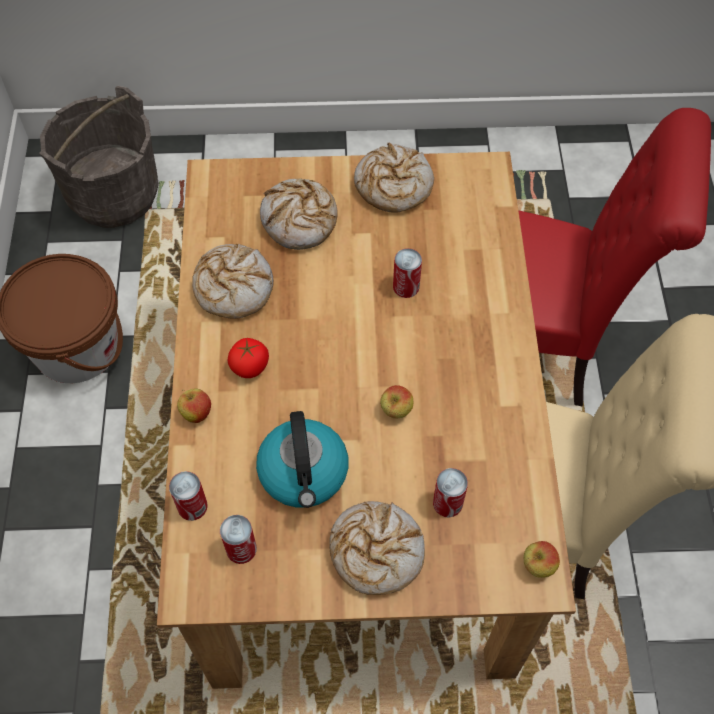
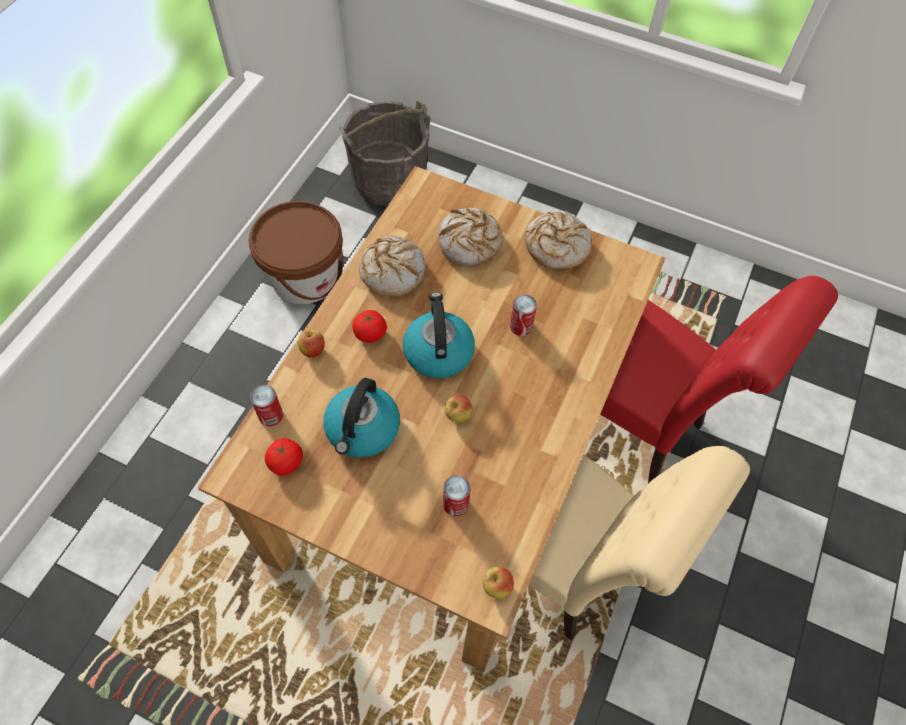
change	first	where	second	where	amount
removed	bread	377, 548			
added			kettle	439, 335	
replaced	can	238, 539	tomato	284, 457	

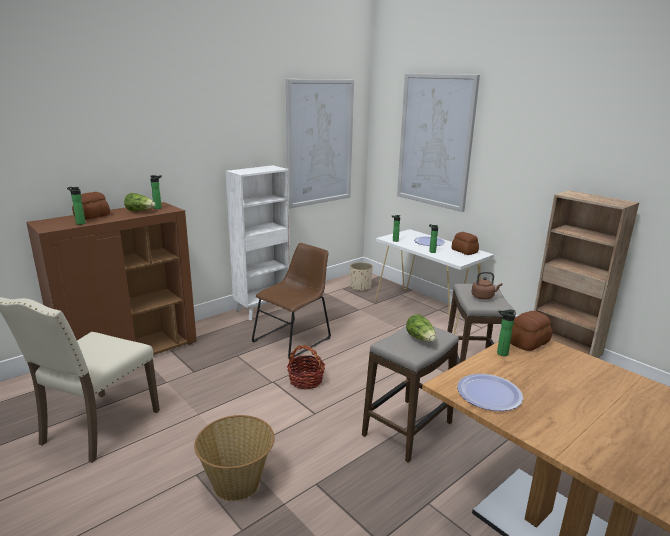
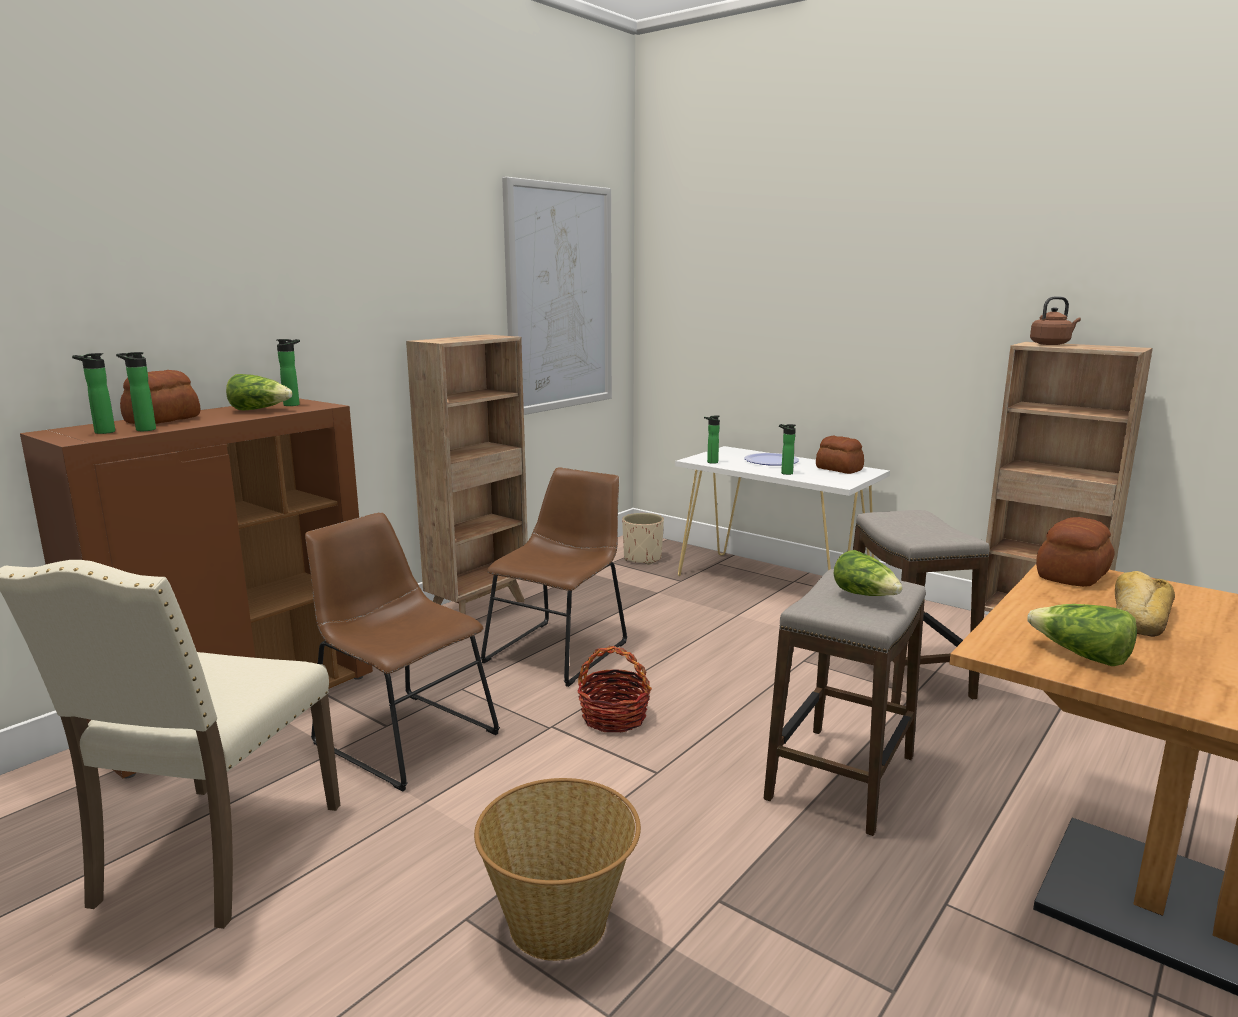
change	first	where	second	where	amount
removed	picture	438, 142			
added			chair (brown)	402, 652	
added			bread	1145, 604	
moved	kettle (brown)	486, 286		1055, 320	
moved	bottle	506, 332		93, 393	
replaced	plate	490, 392	lettuce	1082, 635	
recoloured	bookcase (white)	258, 242	bookcase (brown)	467, 474	

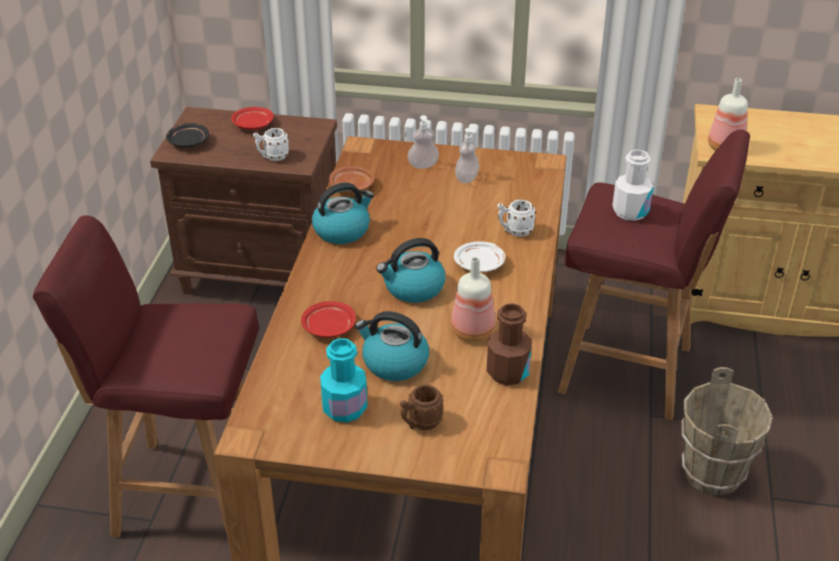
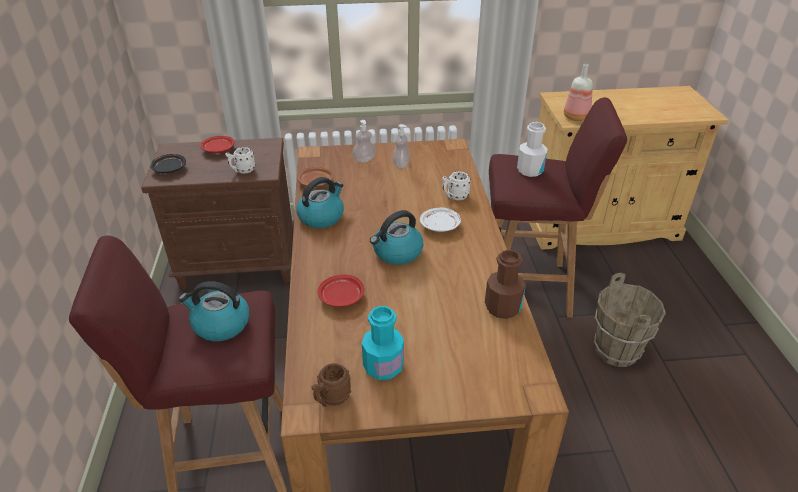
change	first	where	second	where	amount
removed	bottle	473, 299			
moved	kettle	392, 346		214, 311	
moved	mug (brown)	421, 407		331, 385	

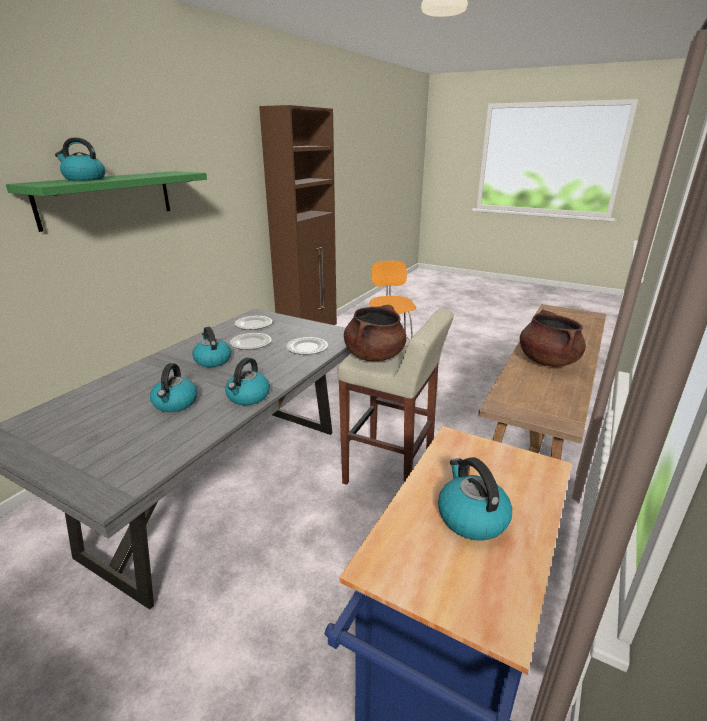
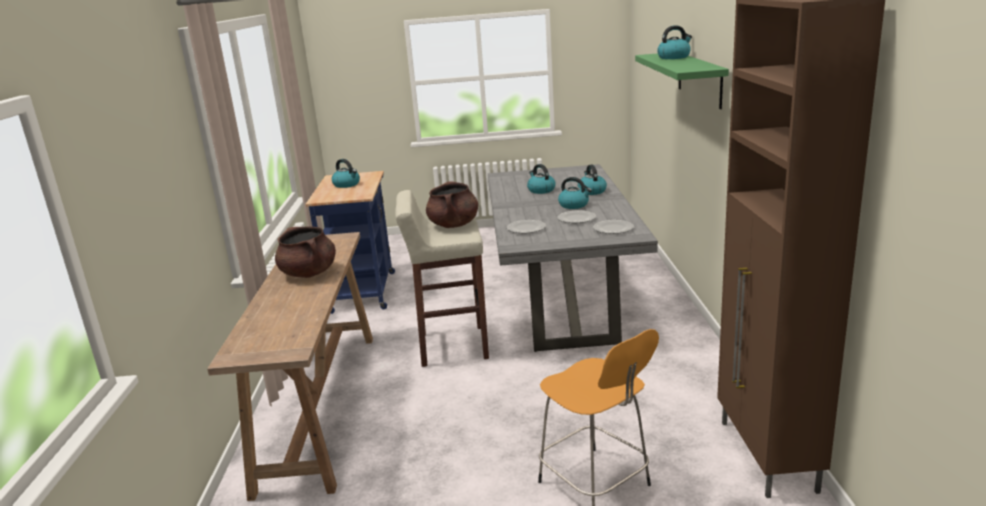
change	first	where	second	where	amount
moved	kettle	247, 381		592, 180	

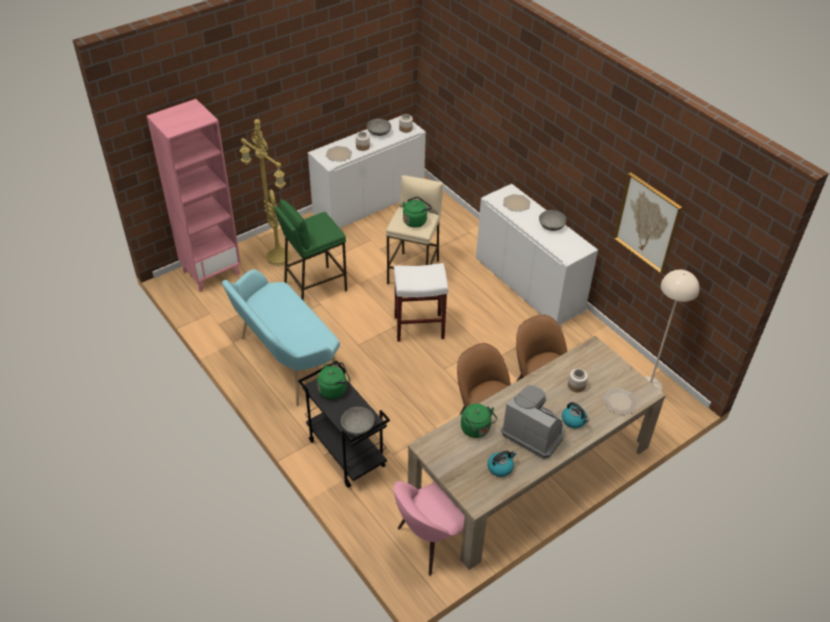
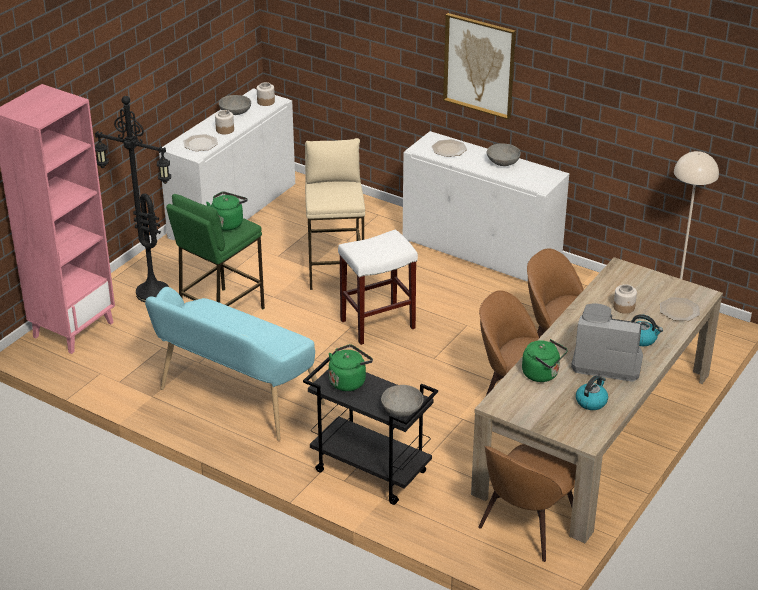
change	first	where	second	where	amount
moved	kettle (green)	417, 212		227, 211	
moved	picture	647, 223		479, 66	
recoloured	floor lamp (yellow)	265, 192	floor lamp (black)	133, 199	
recoloured	chair (pink)	429, 528	chair (brown)	527, 503	

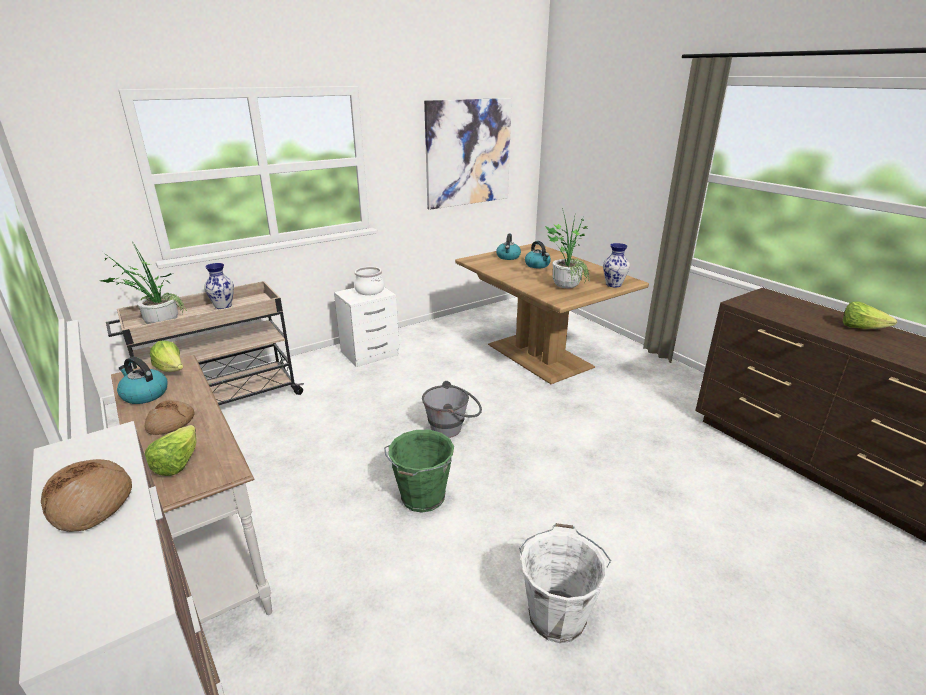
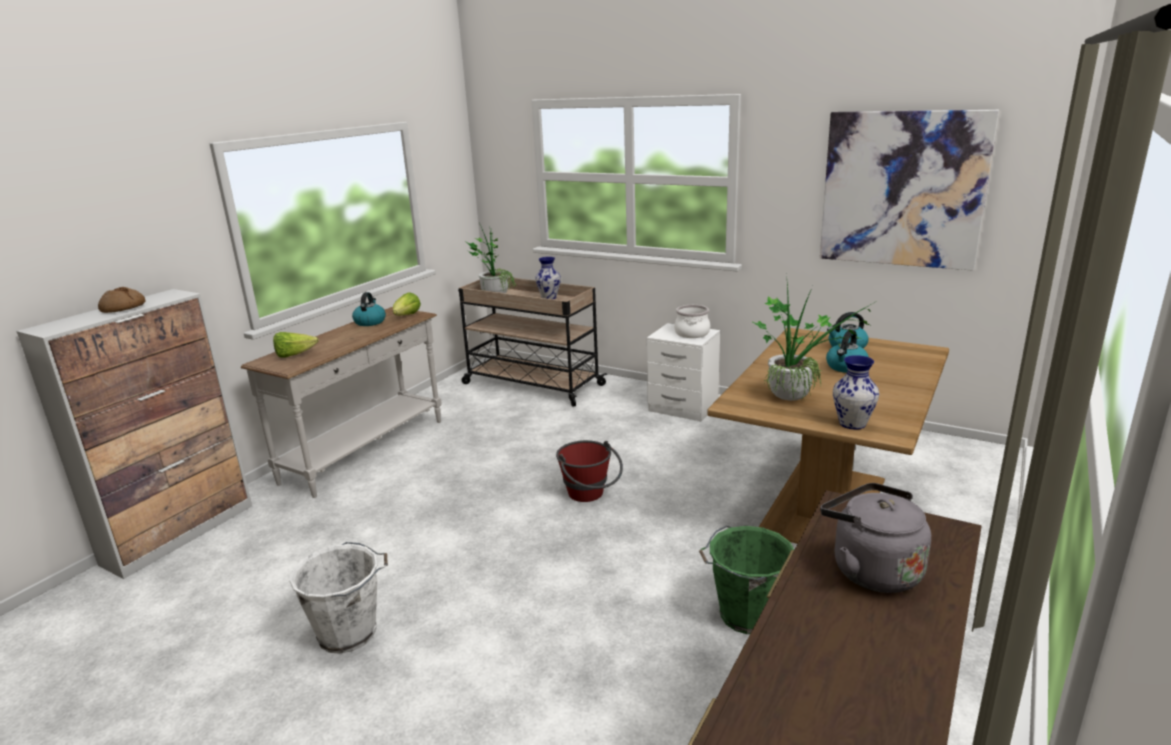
change	first	where	second	where	amount
removed	bread	170, 417			
removed	lettuce	870, 315			
added			kettle (grey)	875, 538	
moved	bucket (green)	419, 471		746, 580	
recoloured	bucket (grey)	452, 409	bucket (red)	589, 471	

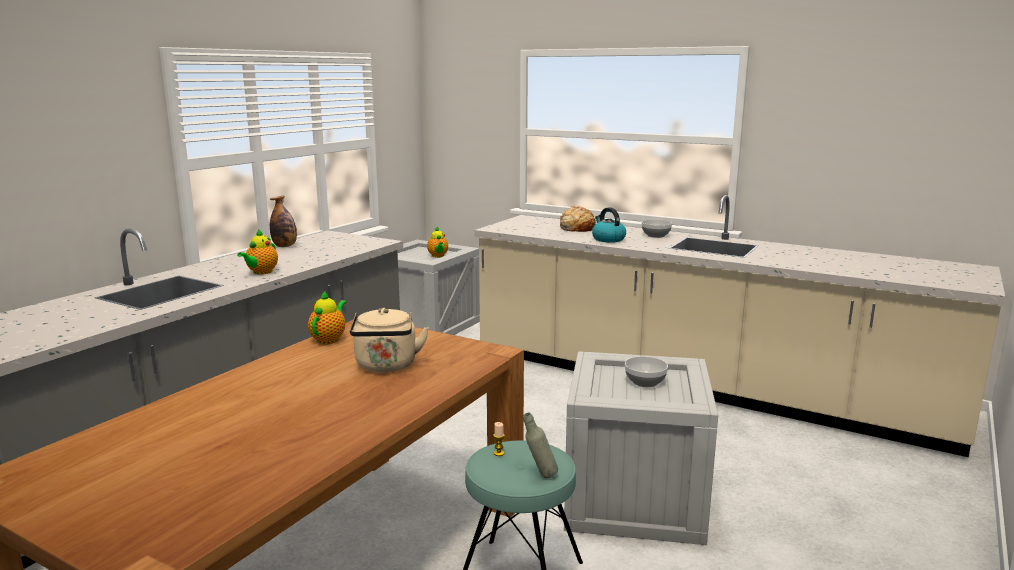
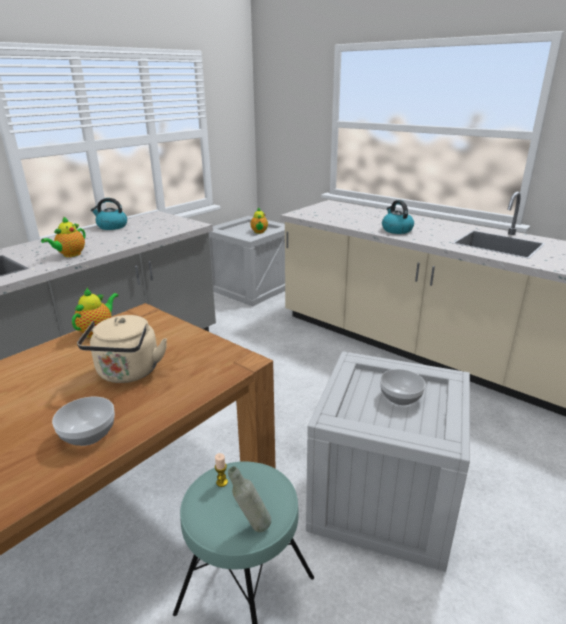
change	first	where	second	where	amount
removed	bread	578, 219			
moved	bowl	657, 228		83, 421	
replaced	bottle	283, 221	kettle	109, 214	

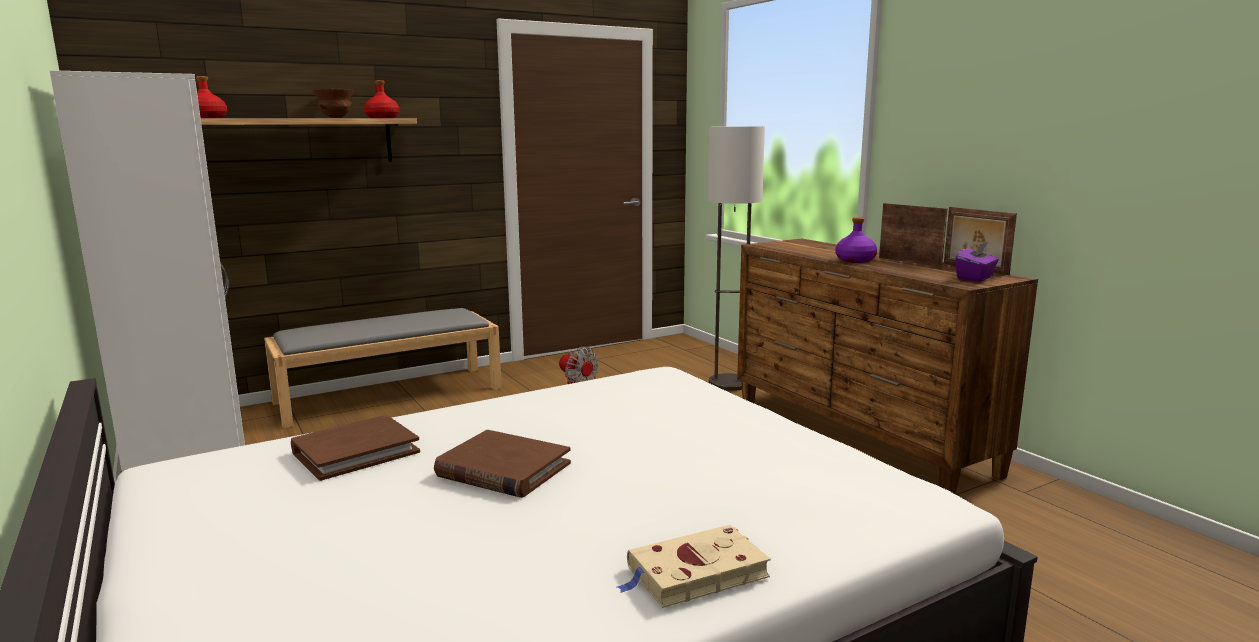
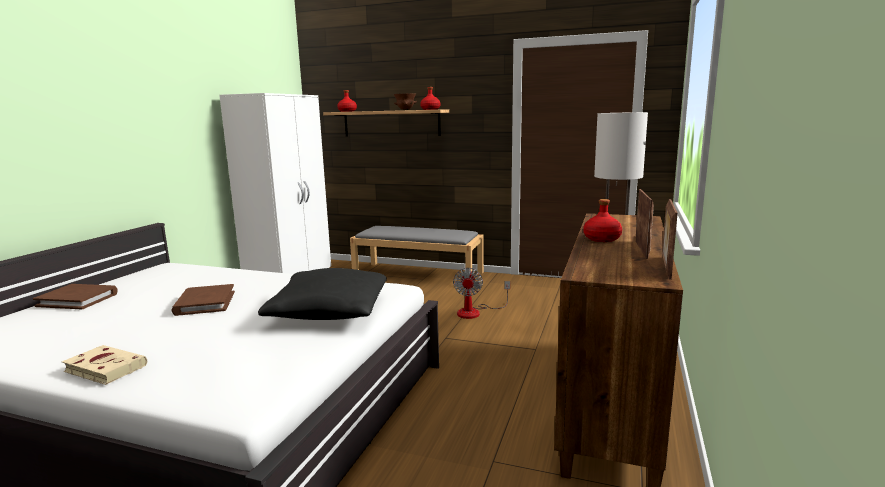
change	first	where	second	where	amount
removed	tissue box (purple)	977, 262			
added			pillow (black)	322, 294	
moved	book (brown)	355, 448		75, 296	
recoloured	bottle (purple)	856, 240	bottle (red)	602, 220	

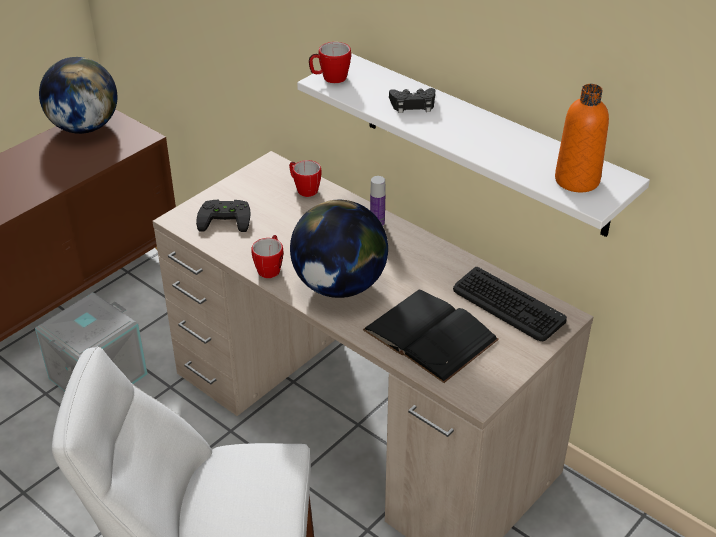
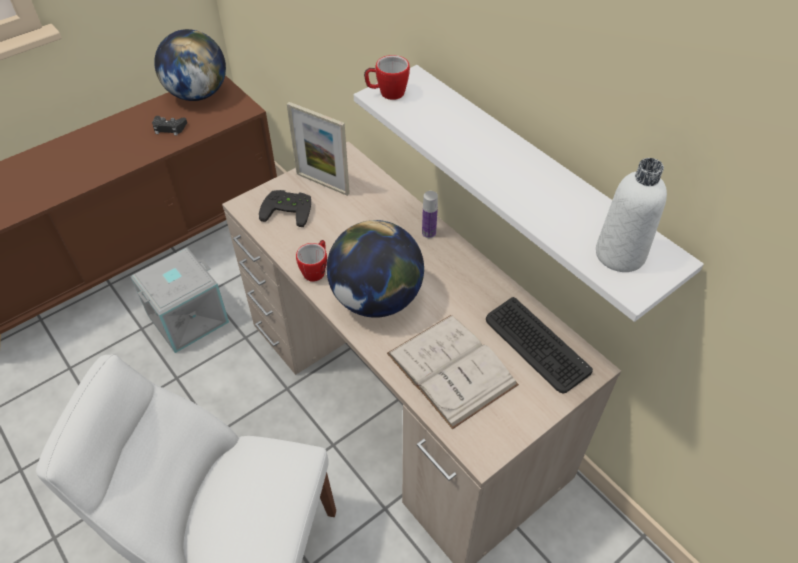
change	first	where	second	where	amount
removed	mug	305, 178			
added			picture frame	318, 149	
moved	game controller (black)	412, 100		169, 125	
recoloured	book (black)	431, 336	book (white)	453, 372	
recoloured	bottle (orange)	582, 138	bottle (white)	631, 215	

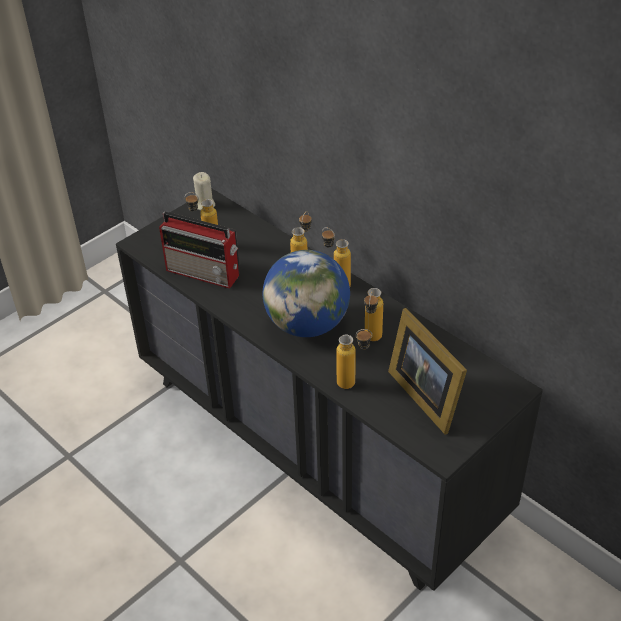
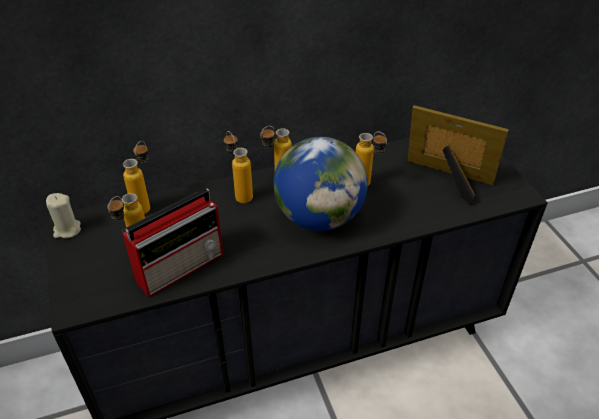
change	first	where	second	where	amount
moved	bottle	354, 359		136, 177	
turned	picture frame	427, 371		458, 155	150 degrees counterclockwise

